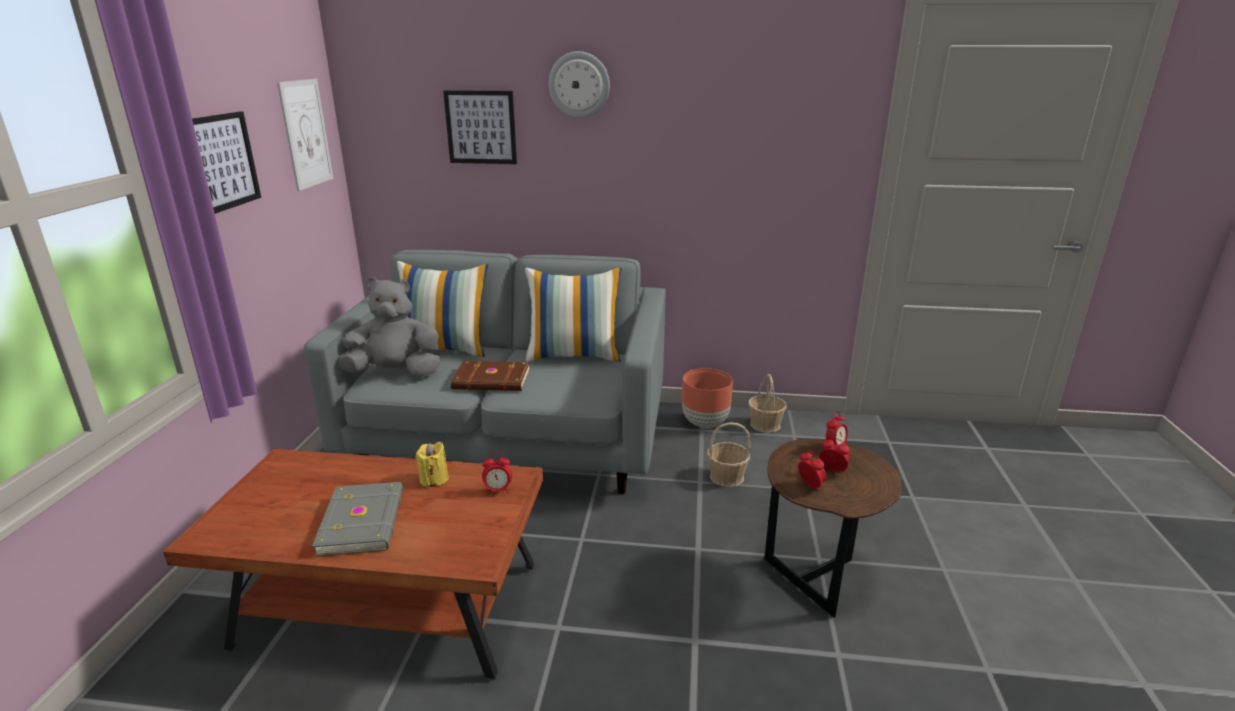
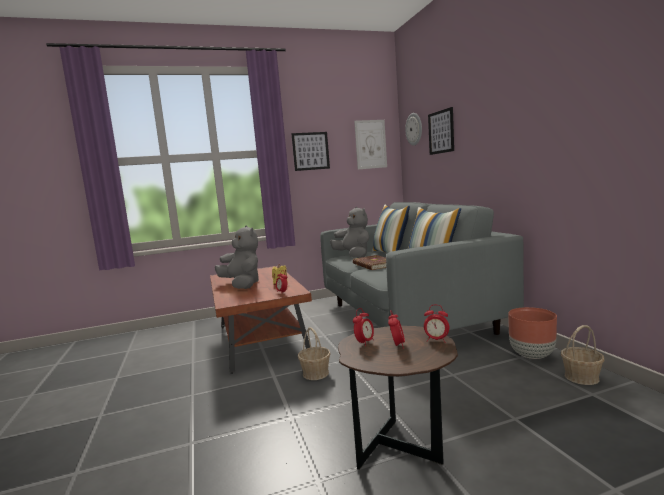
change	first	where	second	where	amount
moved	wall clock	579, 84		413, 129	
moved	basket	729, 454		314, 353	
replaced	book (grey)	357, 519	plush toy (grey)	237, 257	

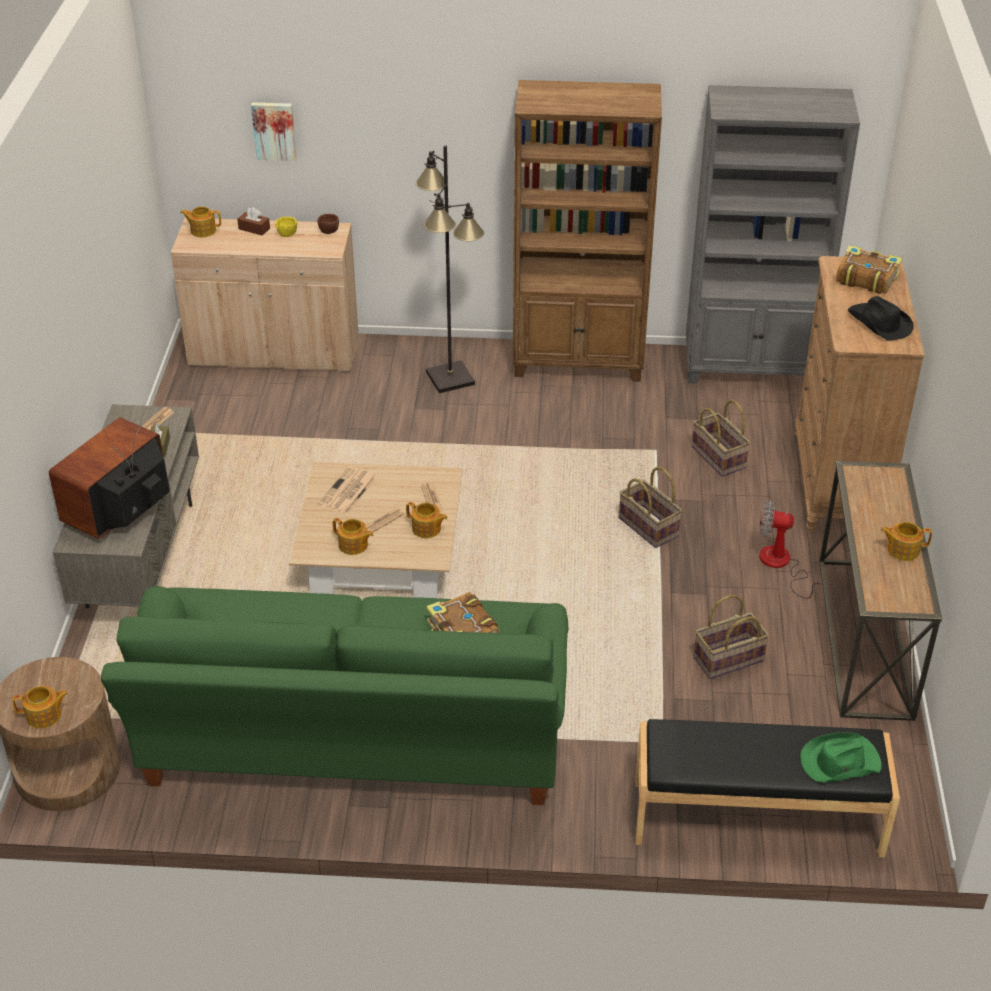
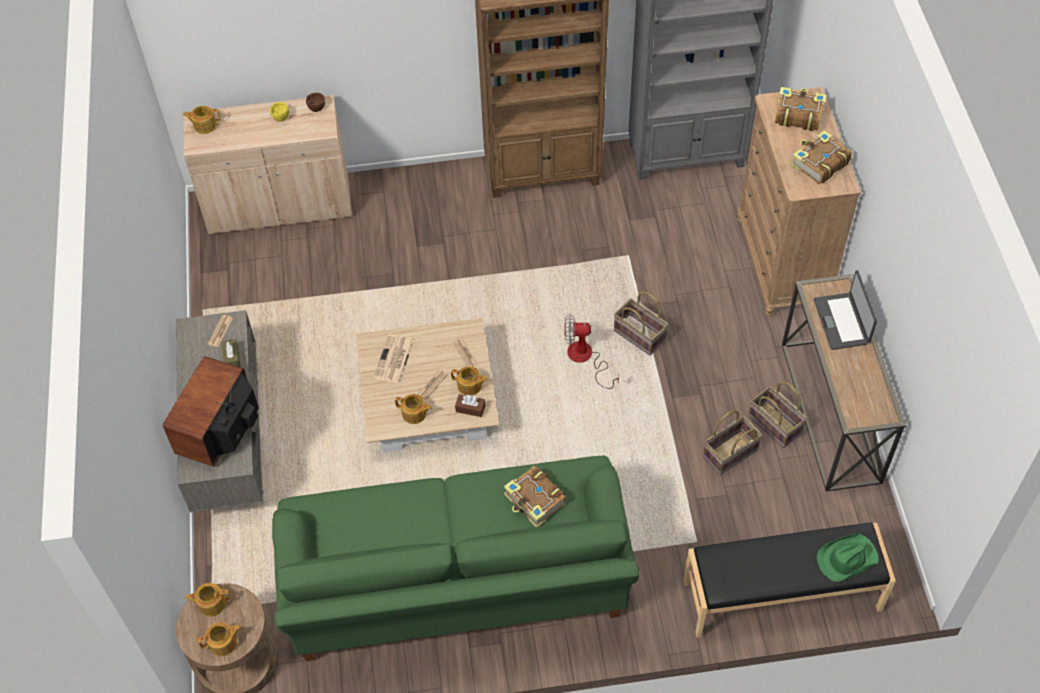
change	first	where	second	where	amount
removed	picture	274, 131			
removed	floor lamp (black)	450, 269			
added			laptop	845, 310	
moved	tissue box (brown)	253, 221		470, 405	
moved	basket	721, 438		777, 414	
moved	fan	790, 549		591, 351	
moved	teapot	906, 541		208, 600	
replaced	hat (black)	881, 318	book	821, 157	

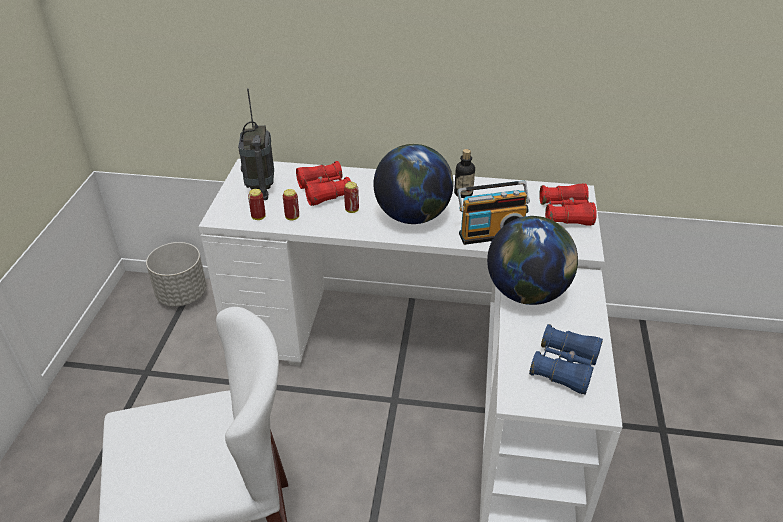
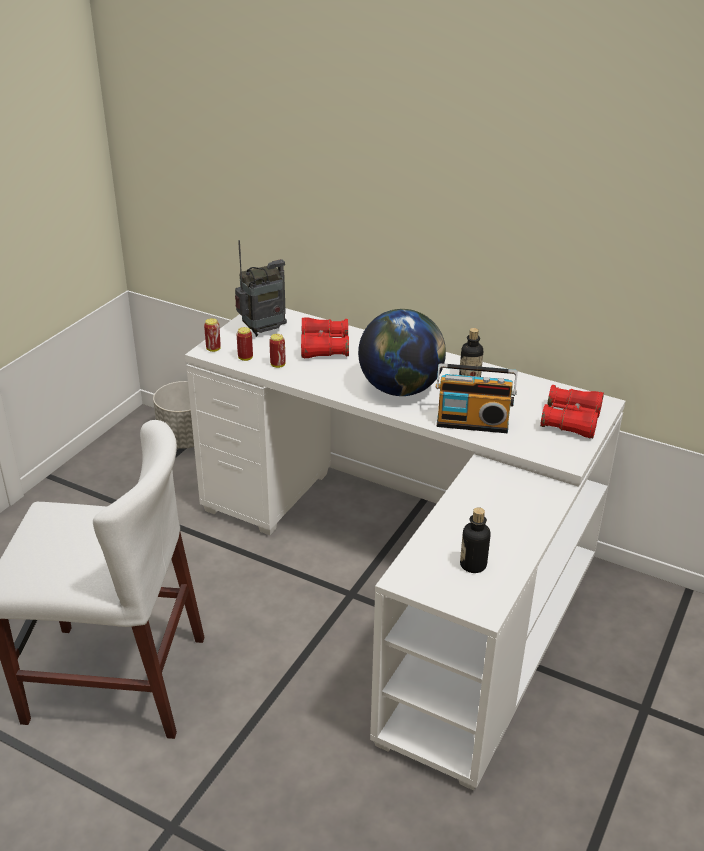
change	first	where	second	where	amount
removed	globe	532, 260			
moved	can	351, 197		212, 335	
replaced	binoculars (blue)	566, 359	bottle	475, 540	
turned	radio	256, 144		261, 288	135 degrees counterclockwise

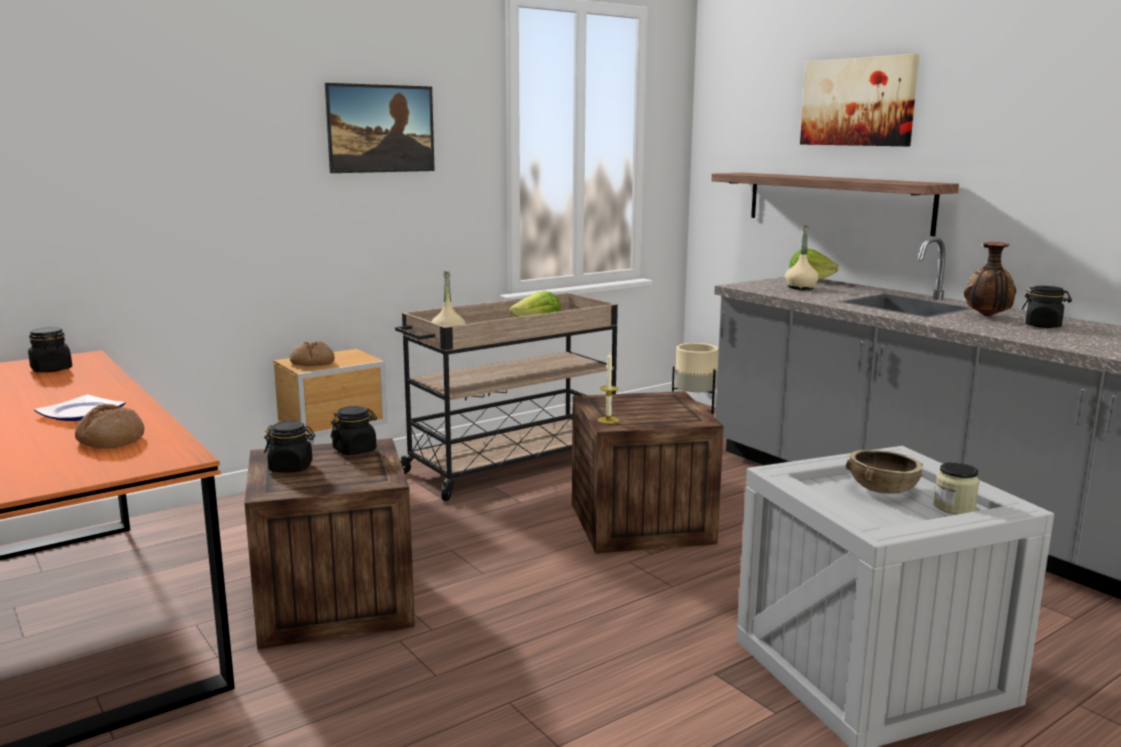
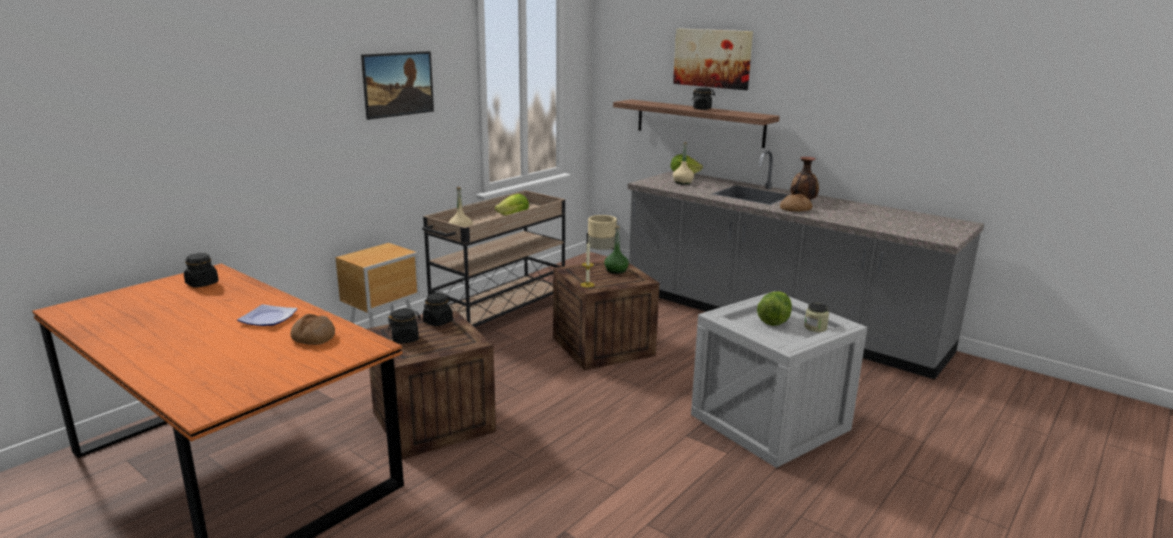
change	first	where	second	where	amount
added			bottle (green)	616, 250	
moved	bread	312, 353		796, 203	
moved	jar (black)	1047, 307		703, 99	
replaced	bowl (brown)	884, 472	lettuce	774, 308	

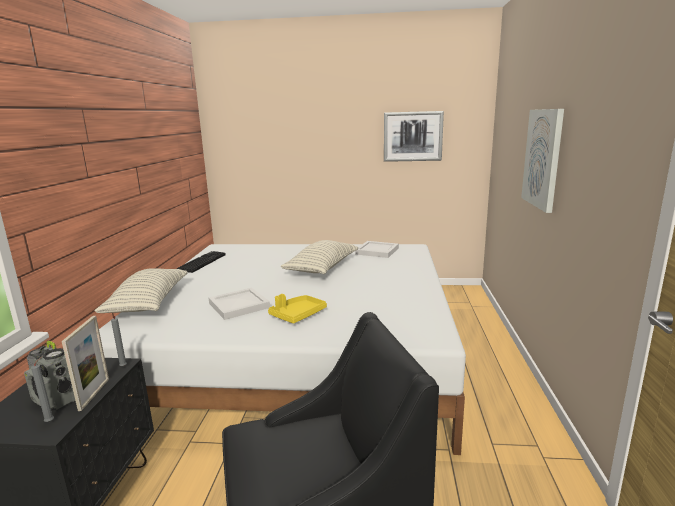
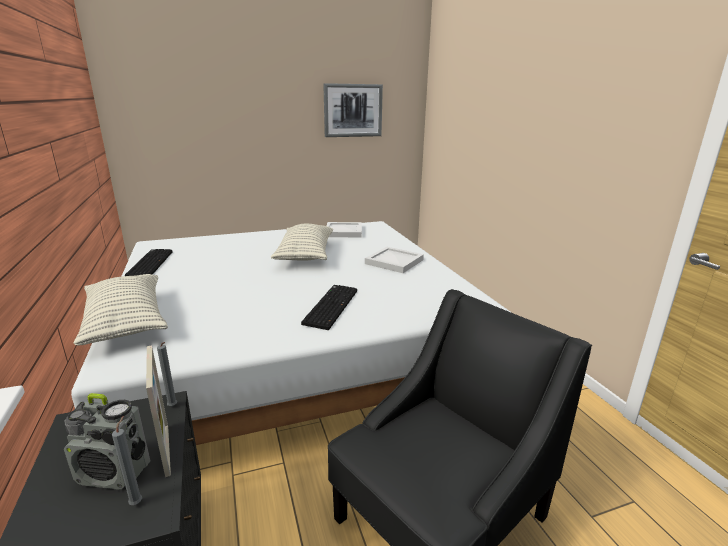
change	first	where	second	where	amount
removed	picture	542, 161			
moved	tray (white)	239, 303		394, 260	
replaced	tray (yellow)	297, 309	keyboard	329, 307	

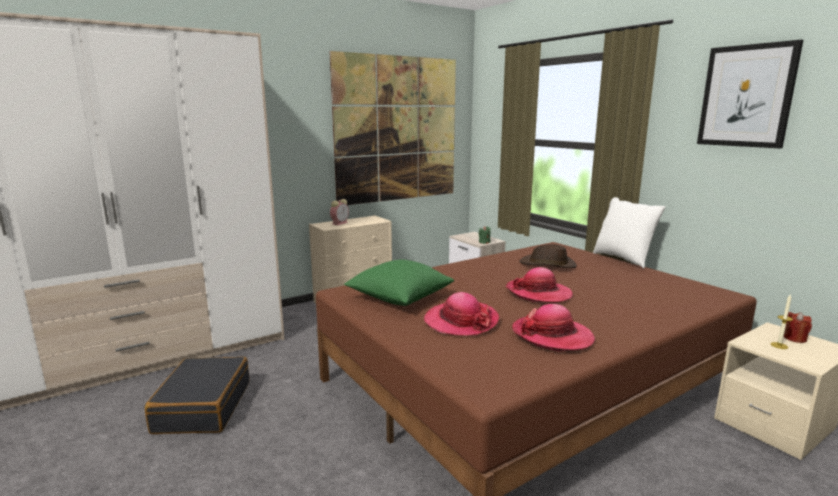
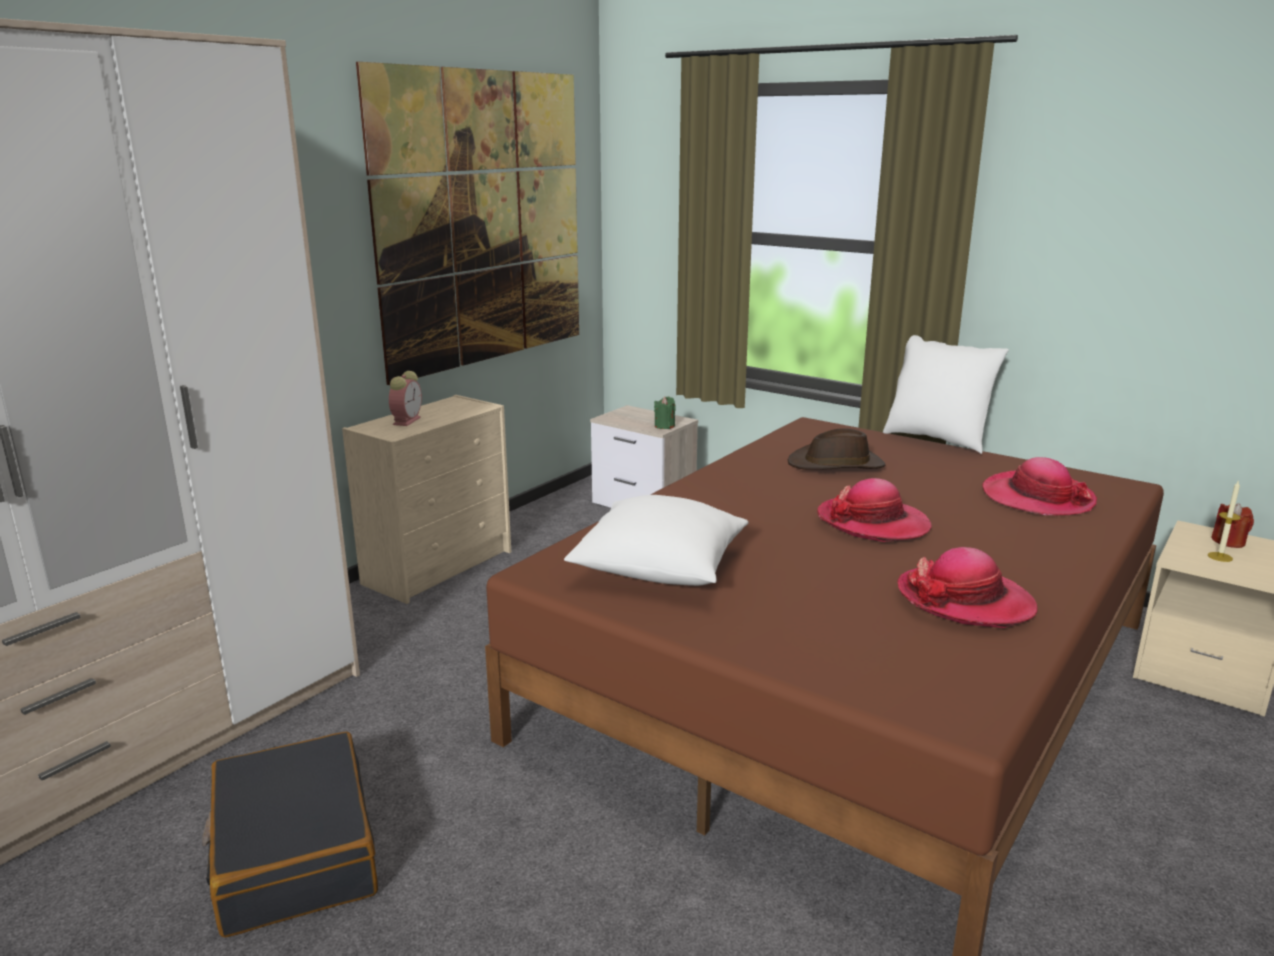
change	first	where	second	where	amount
removed	picture	750, 94			
moved	hat	461, 314		1039, 486	
recoloured	pillow (green)	399, 282	pillow (white)	656, 540	

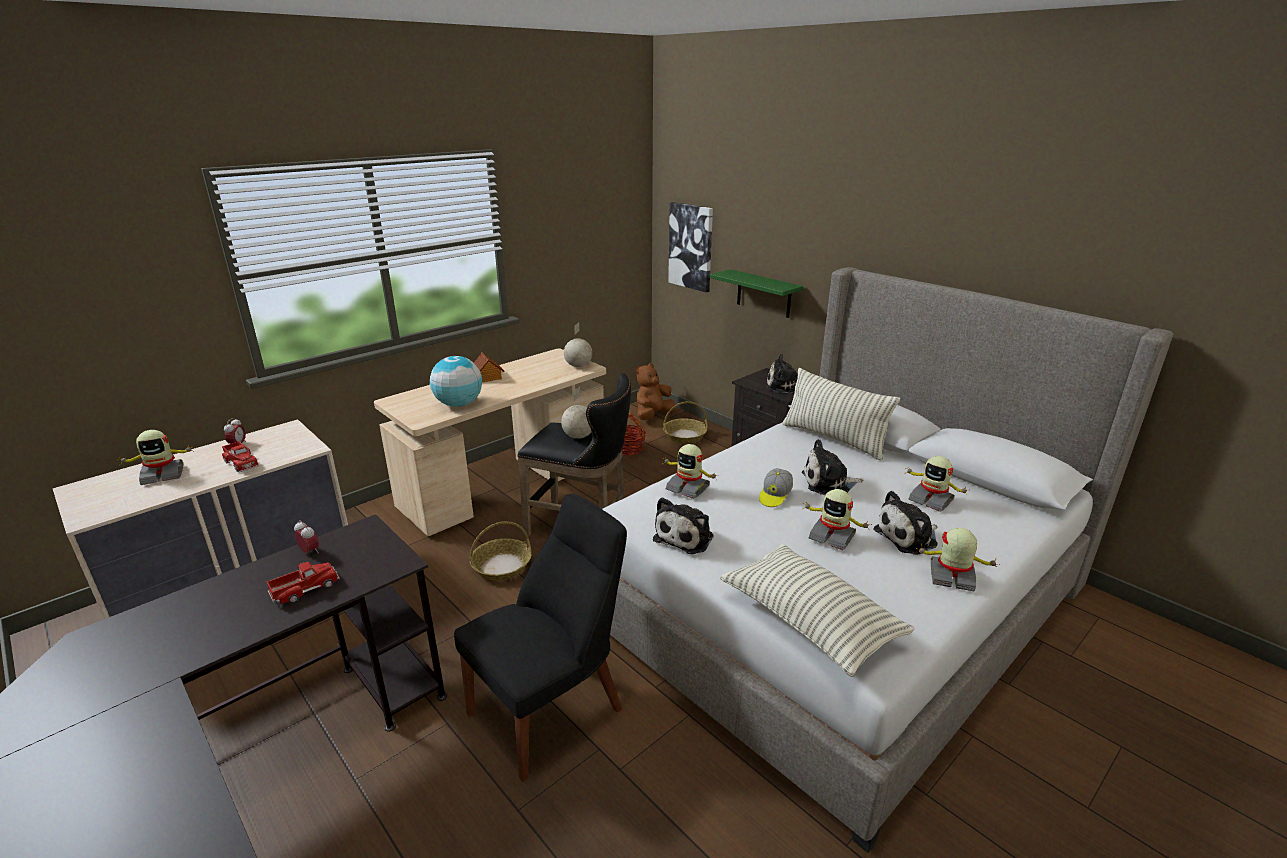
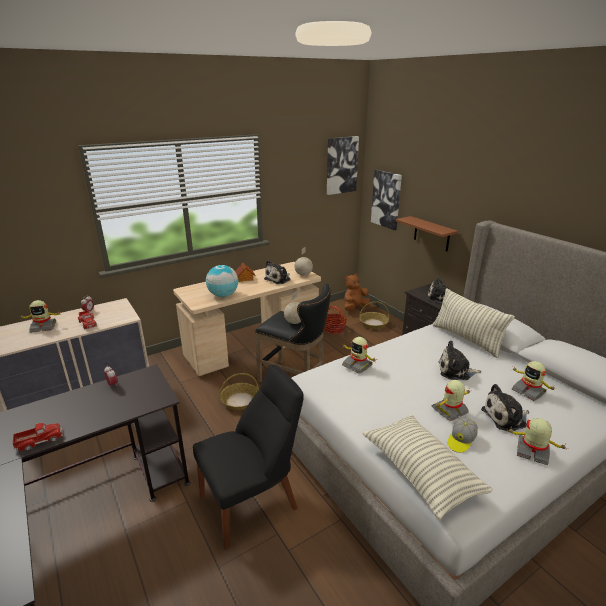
change	first	where	second	where	amount
added			picture	343, 165	
moved	toy truck	303, 583		38, 437	
moved	plush toy	683, 525		277, 272	
moved	cap	776, 487		463, 435	
recoloured	shelf (green)	756, 293	shelf (brown)	427, 234	
turned	toy robot	837, 520		452, 400	105 degrees clockwise

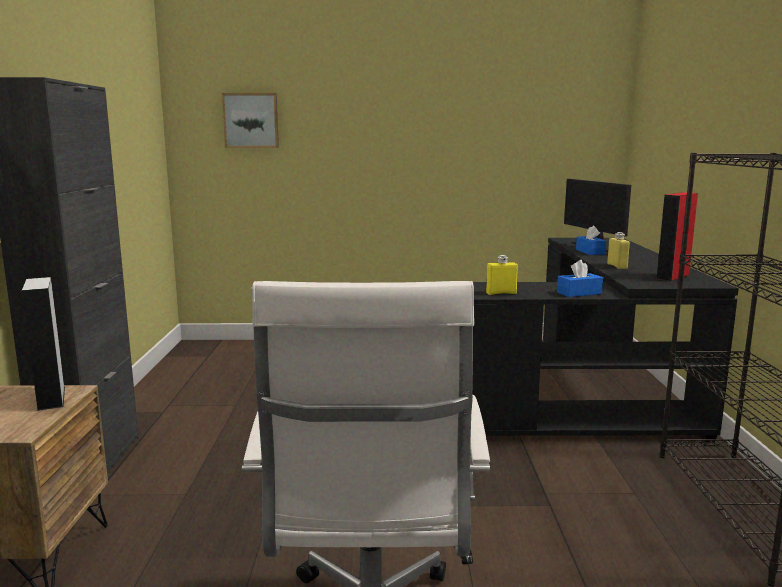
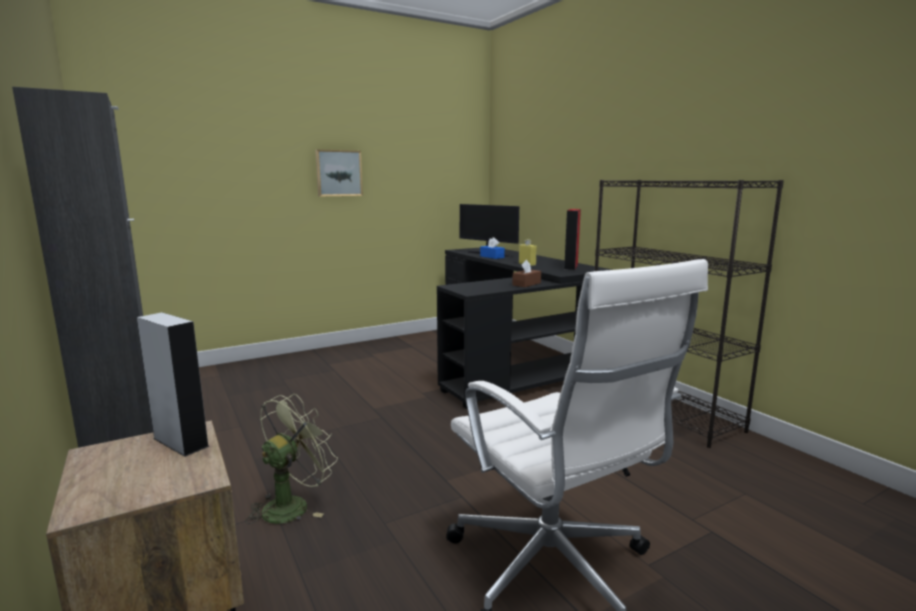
change	first	where	second	where	amount
removed	bottle (yellow)	502, 275			
added			fan (green)	292, 459	
moved	picture	250, 120		339, 172	
recoloured	tissue box (blue)	580, 278	tissue box (brown)	526, 273	

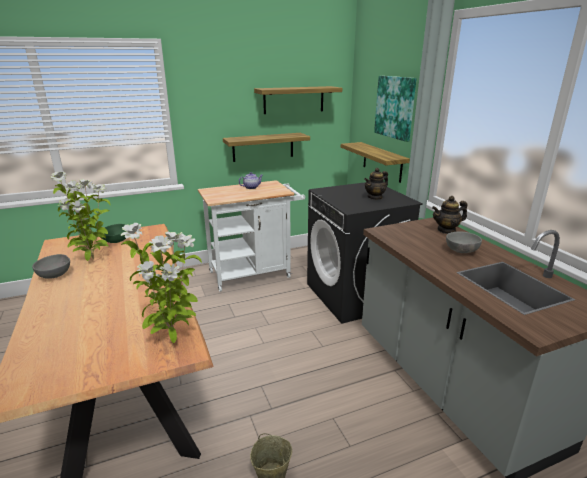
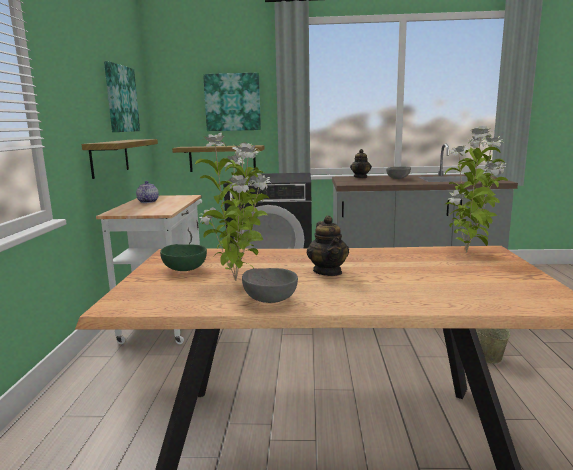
change	first	where	second	where	amount
moved	teapot	376, 184		328, 245	
replaced	shelf	298, 100	picture	122, 96	

